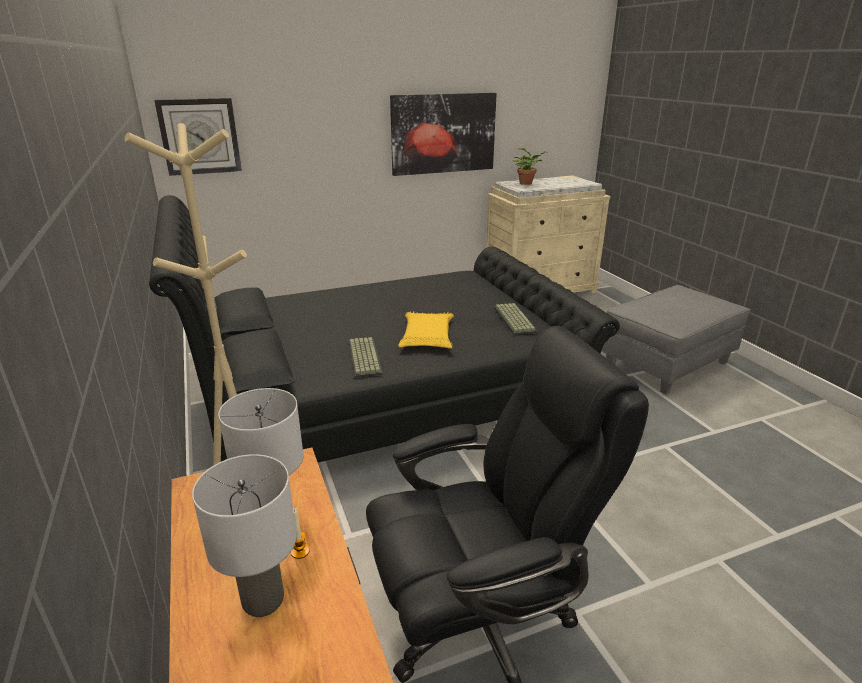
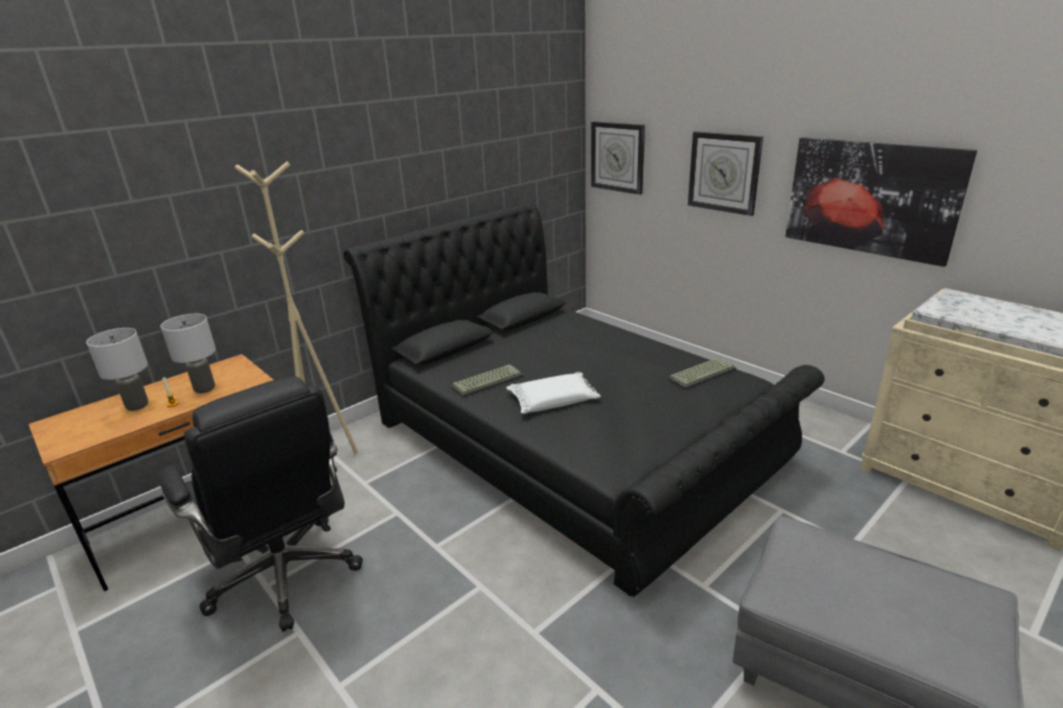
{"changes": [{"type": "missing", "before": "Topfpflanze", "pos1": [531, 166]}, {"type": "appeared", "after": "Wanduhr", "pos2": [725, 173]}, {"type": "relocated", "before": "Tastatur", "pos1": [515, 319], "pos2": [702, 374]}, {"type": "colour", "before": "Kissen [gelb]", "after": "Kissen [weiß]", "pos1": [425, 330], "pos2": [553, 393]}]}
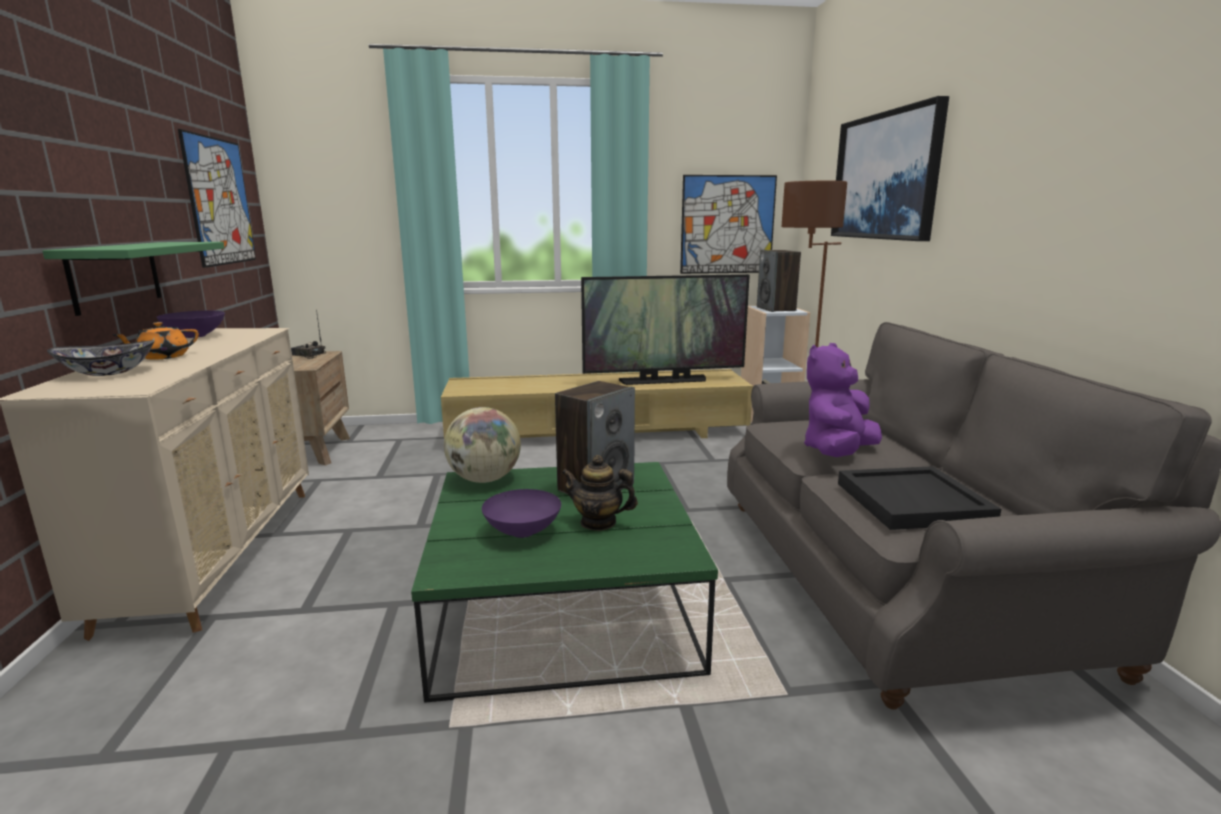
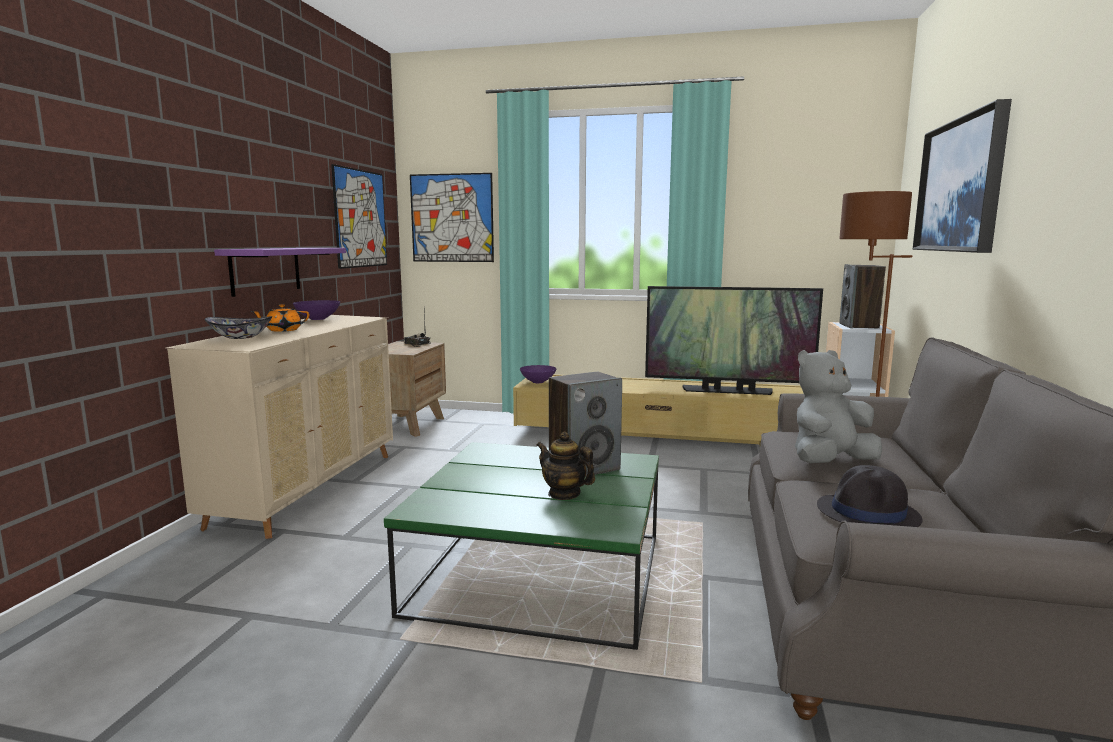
{"changes": [{"type": "missing", "before": "Globus", "pos1": [482, 445]}, {"type": "relocated", "before": "Schüssel [lila]", "pos1": [521, 513], "pos2": [538, 374]}, {"type": "relocated", "before": "Bild", "pos1": [728, 224], "pos2": [452, 217]}, {"type": "exchanged", "before": "Tablett [schwarz]", "after": "Hut [schwarz]", "pos1": [919, 498], "pos2": [870, 496]}, {"type": "colour", "before": "Wandregal [grün]", "after": "Wandregal [lila]", "pos1": [133, 279], "pos2": [280, 272]}, {"type": "colour", "before": "Plüschtier [lila]", "after": "Plüschtier [grau]", "pos1": [843, 400], "pos2": [838, 406]}]}
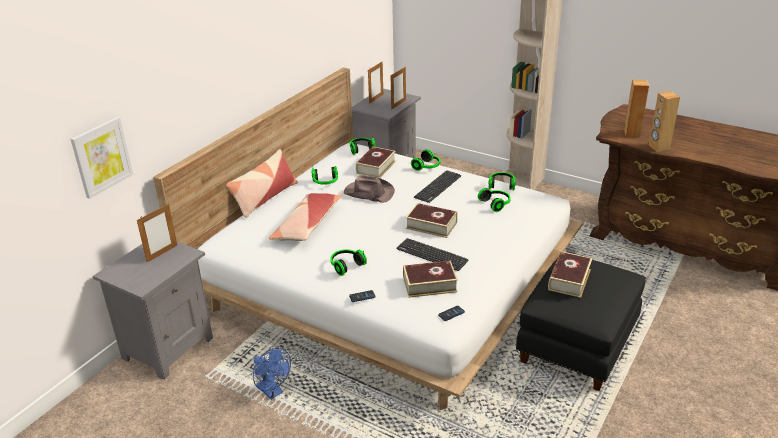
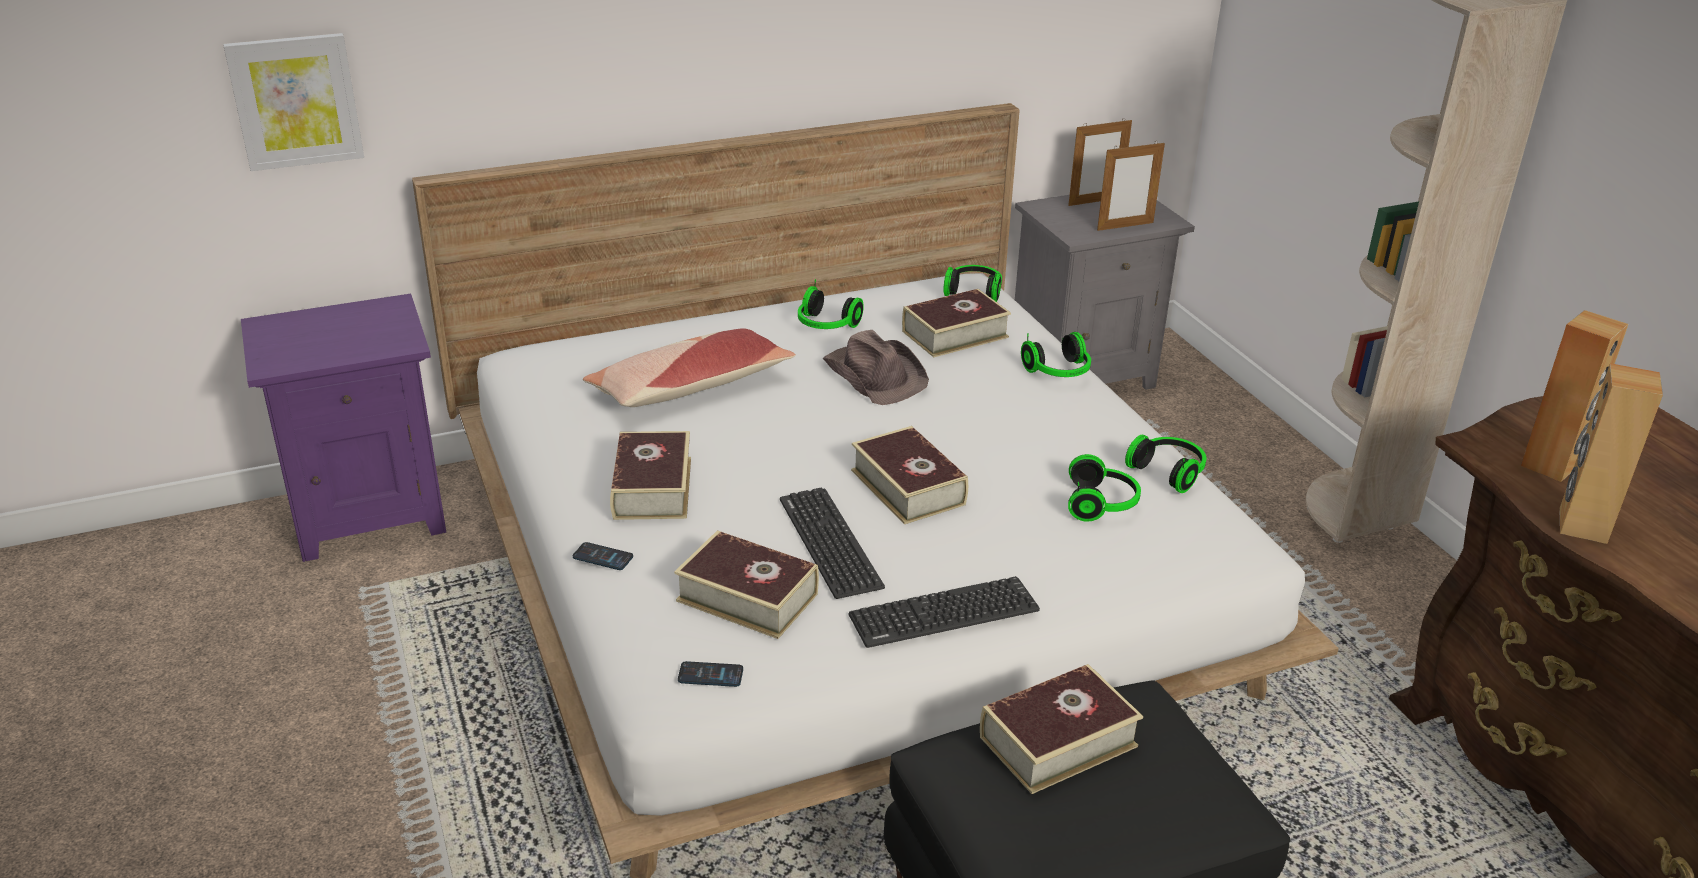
{"changes": [{"type": "missing", "before": "Bilderrahmen", "pos1": [157, 233]}, {"type": "missing", "before": "Kissen", "pos1": [262, 183]}, {"type": "missing", "before": "Ventilator [blau]", "pos1": [272, 374]}, {"type": "relocated", "before": "Tastatur", "pos1": [437, 186], "pos2": [944, 612]}, {"type": "exchanged", "before": "Kopfhörer", "after": "Buch", "pos1": [348, 262], "pos2": [650, 475]}, {"type": "colour", "before": "Nachttisch [grau]", "after": "Nachttisch [lila]", "pos1": [153, 311], "pos2": [343, 428]}]}
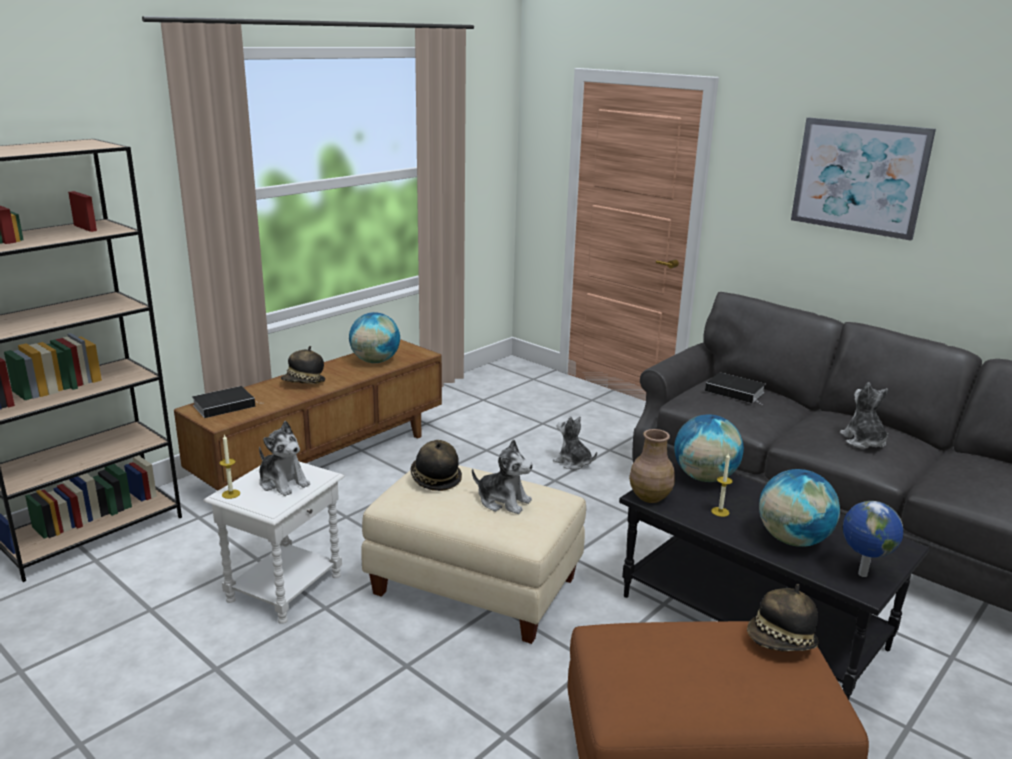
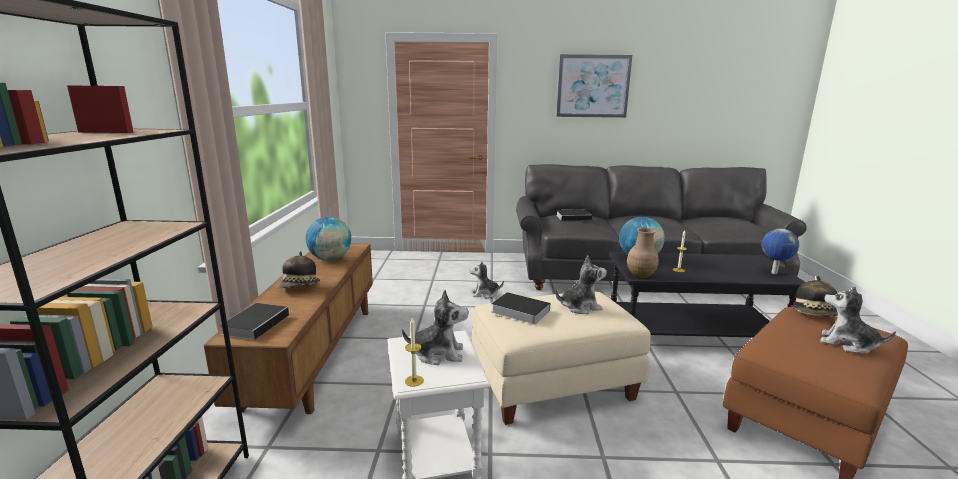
{"changes": [{"type": "missing", "before": "Globus", "pos1": [799, 508]}, {"type": "relocated", "before": "Plüschtier", "pos1": [864, 415], "pos2": [858, 320]}, {"type": "exchanged", "before": "Hut", "after": "Buch", "pos1": [436, 465], "pos2": [520, 308]}]}
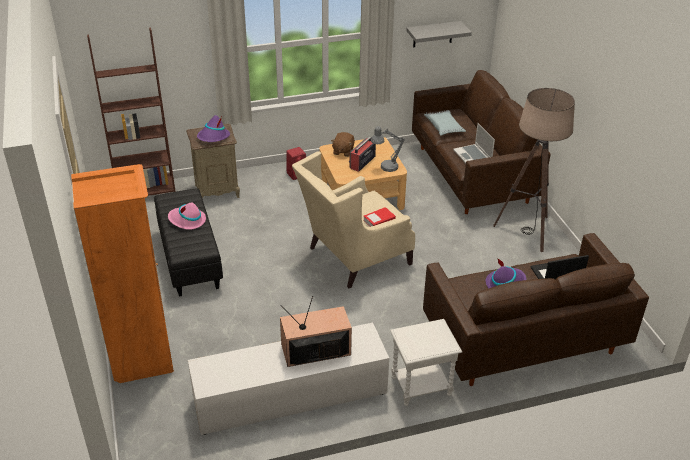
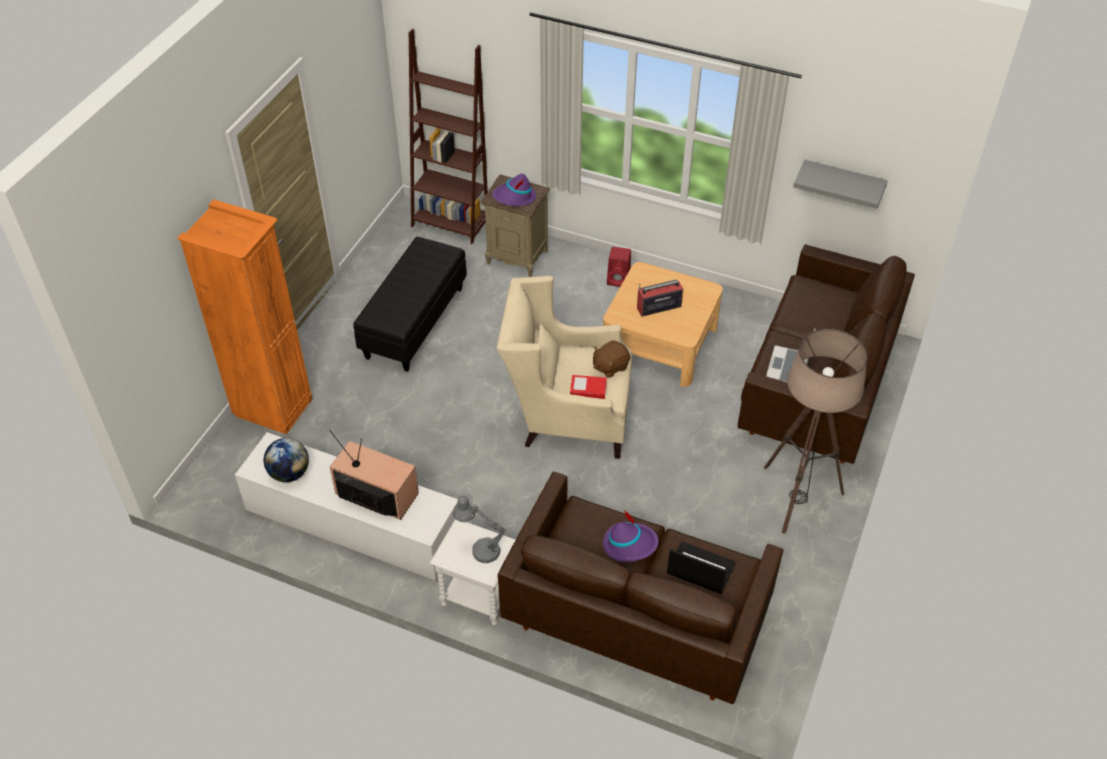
{"changes": [{"type": "missing", "before": "Hut [rosa]", "pos1": [187, 216]}, {"type": "missing", "before": "Kissen [blau]", "pos1": [445, 123]}, {"type": "appeared", "after": "Globus", "pos2": [286, 460]}, {"type": "relocated", "before": "Plüschtier [braun]", "pos1": [343, 144], "pos2": [611, 359]}, {"type": "relocated", "before": "Tischlampe [grau]", "pos1": [388, 149], "pos2": [479, 529]}]}
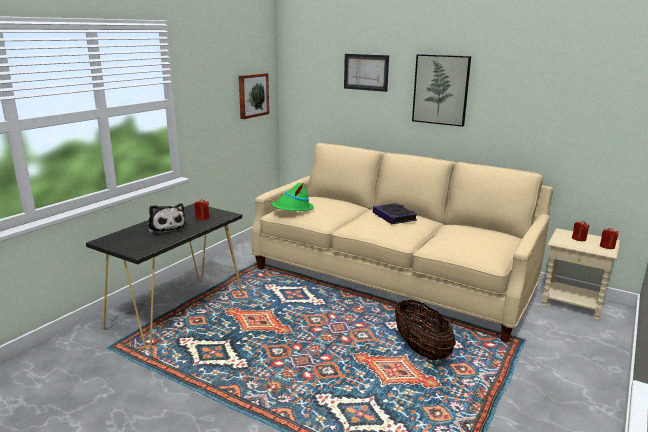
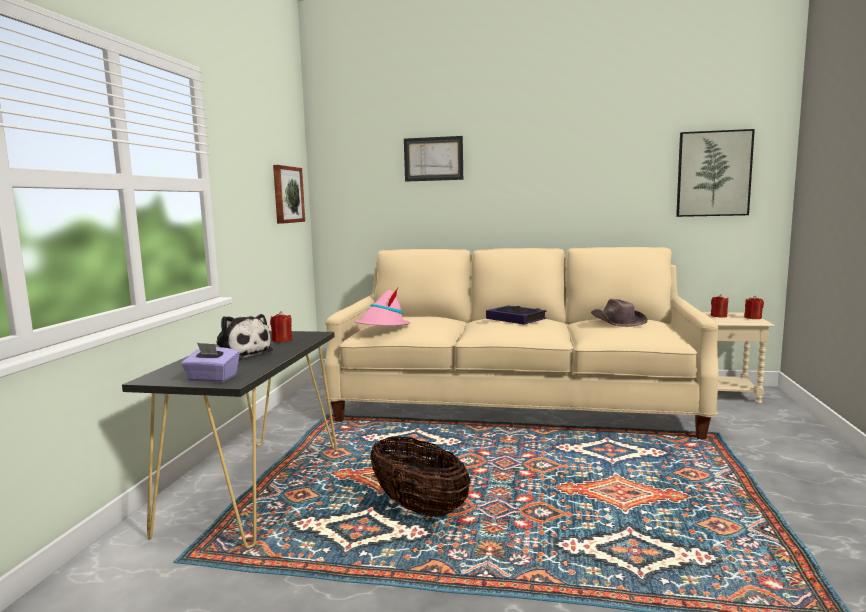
{"changes": [{"type": "appeared", "after": "Taschentuchbox [lila]", "pos2": [210, 362]}, {"type": "appeared", "after": "Hut [braun]", "pos2": [619, 313]}, {"type": "relocated", "before": "Korb", "pos1": [425, 330], "pos2": [420, 477]}, {"type": "relocated", "before": "Bild", "pos1": [441, 90], "pos2": [715, 173]}, {"type": "colour", "before": "Hut [grün]", "after": "Hut [rosa]", "pos1": [293, 196], "pos2": [383, 307]}]}
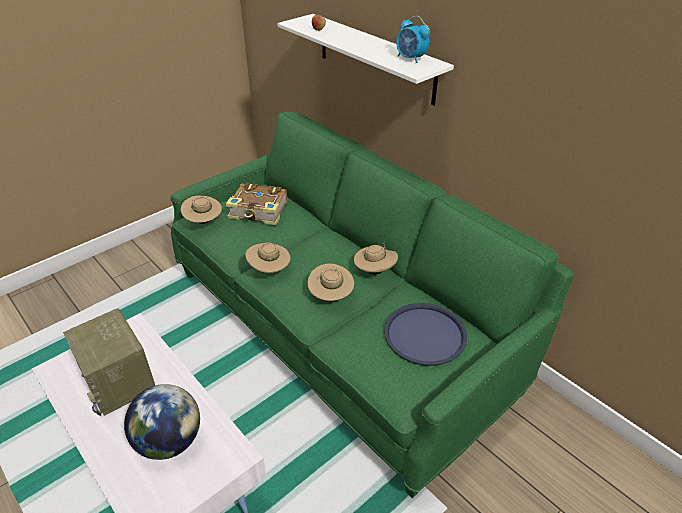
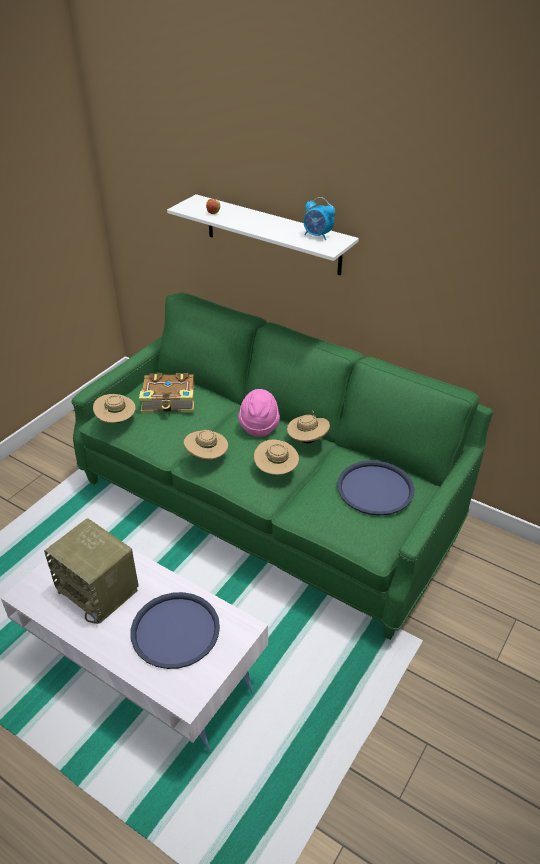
{"changes": [{"type": "appeared", "after": "Hut [rosa]", "pos2": [259, 413]}, {"type": "exchanged", "before": "Globus", "after": "Tablett [blau]", "pos1": [162, 422], "pos2": [175, 630]}]}
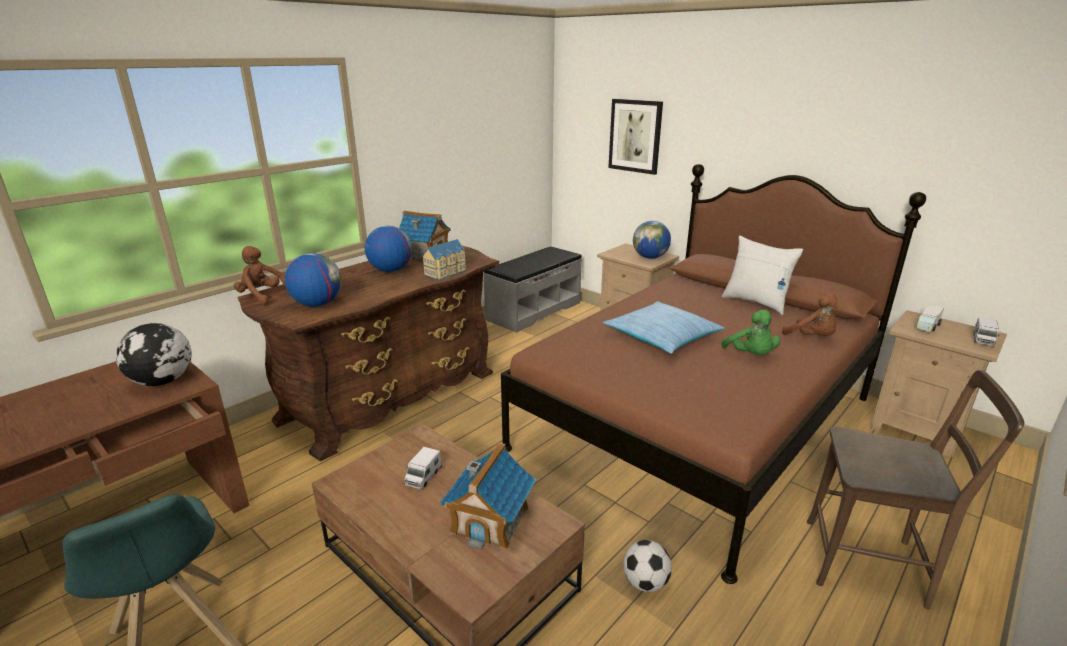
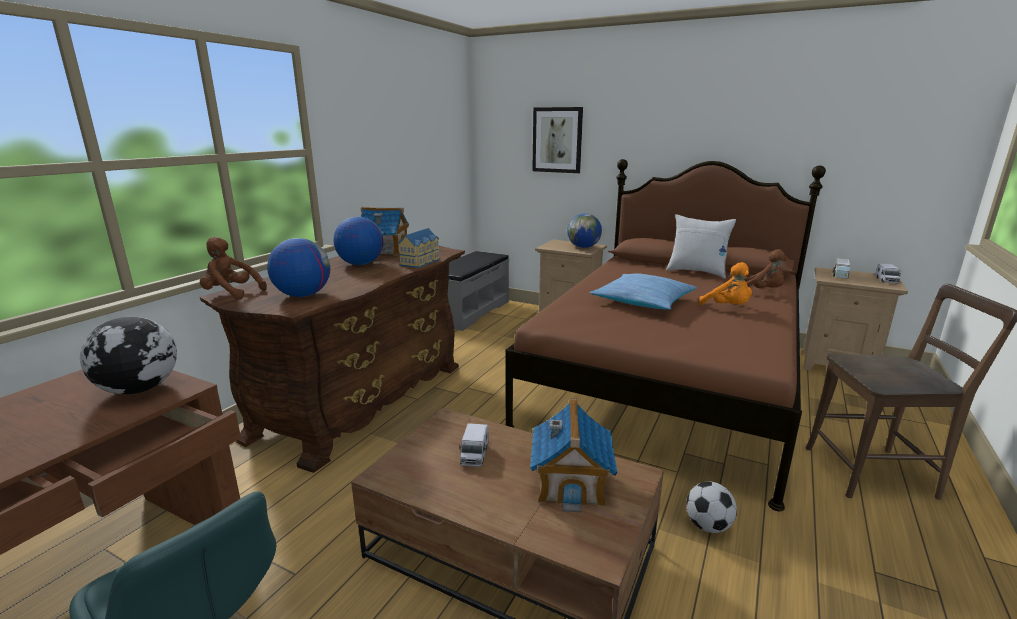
{"changes": [{"type": "colour", "before": "Plüschtier [grün]", "after": "Plüschtier [orange]", "pos1": [751, 332], "pos2": [725, 283]}]}
